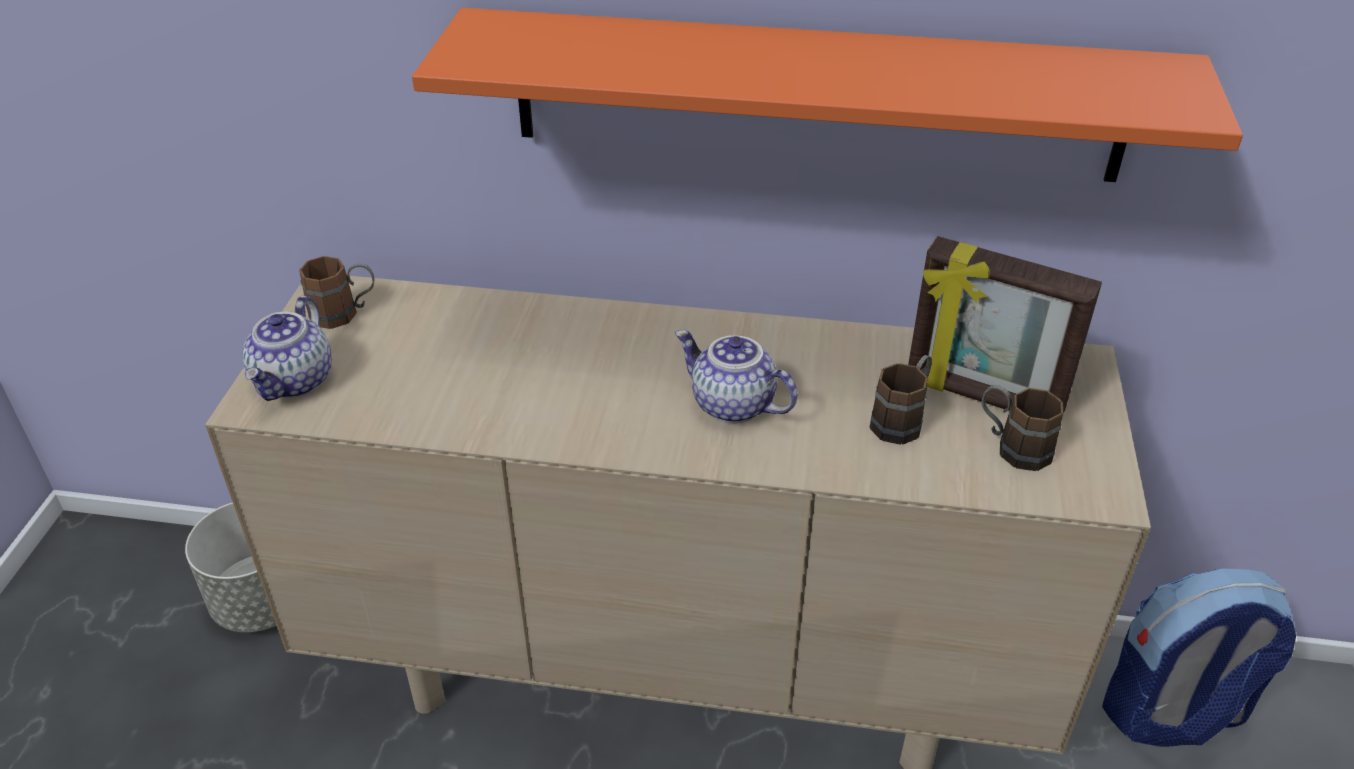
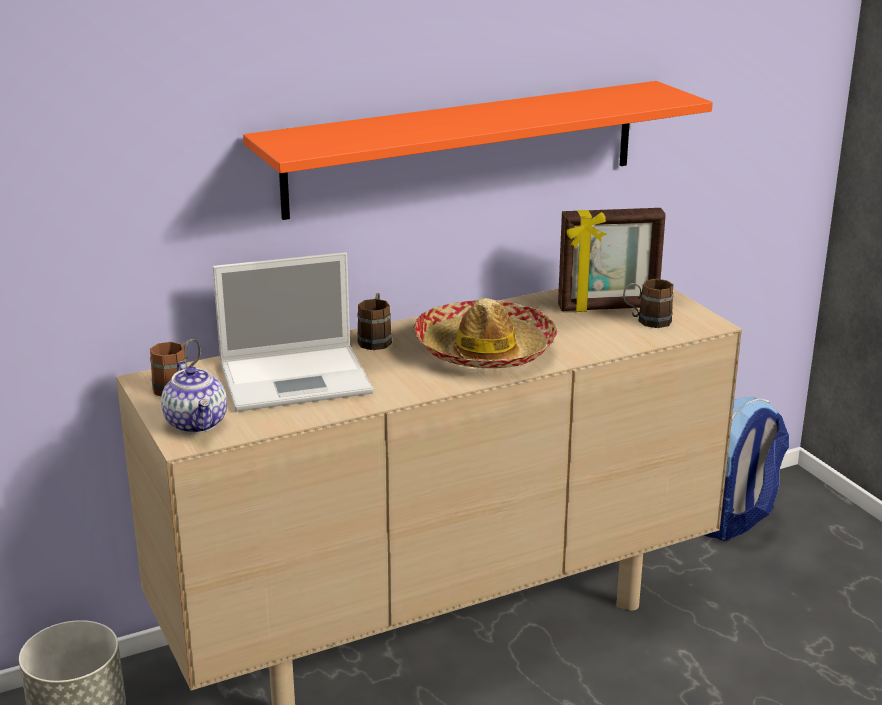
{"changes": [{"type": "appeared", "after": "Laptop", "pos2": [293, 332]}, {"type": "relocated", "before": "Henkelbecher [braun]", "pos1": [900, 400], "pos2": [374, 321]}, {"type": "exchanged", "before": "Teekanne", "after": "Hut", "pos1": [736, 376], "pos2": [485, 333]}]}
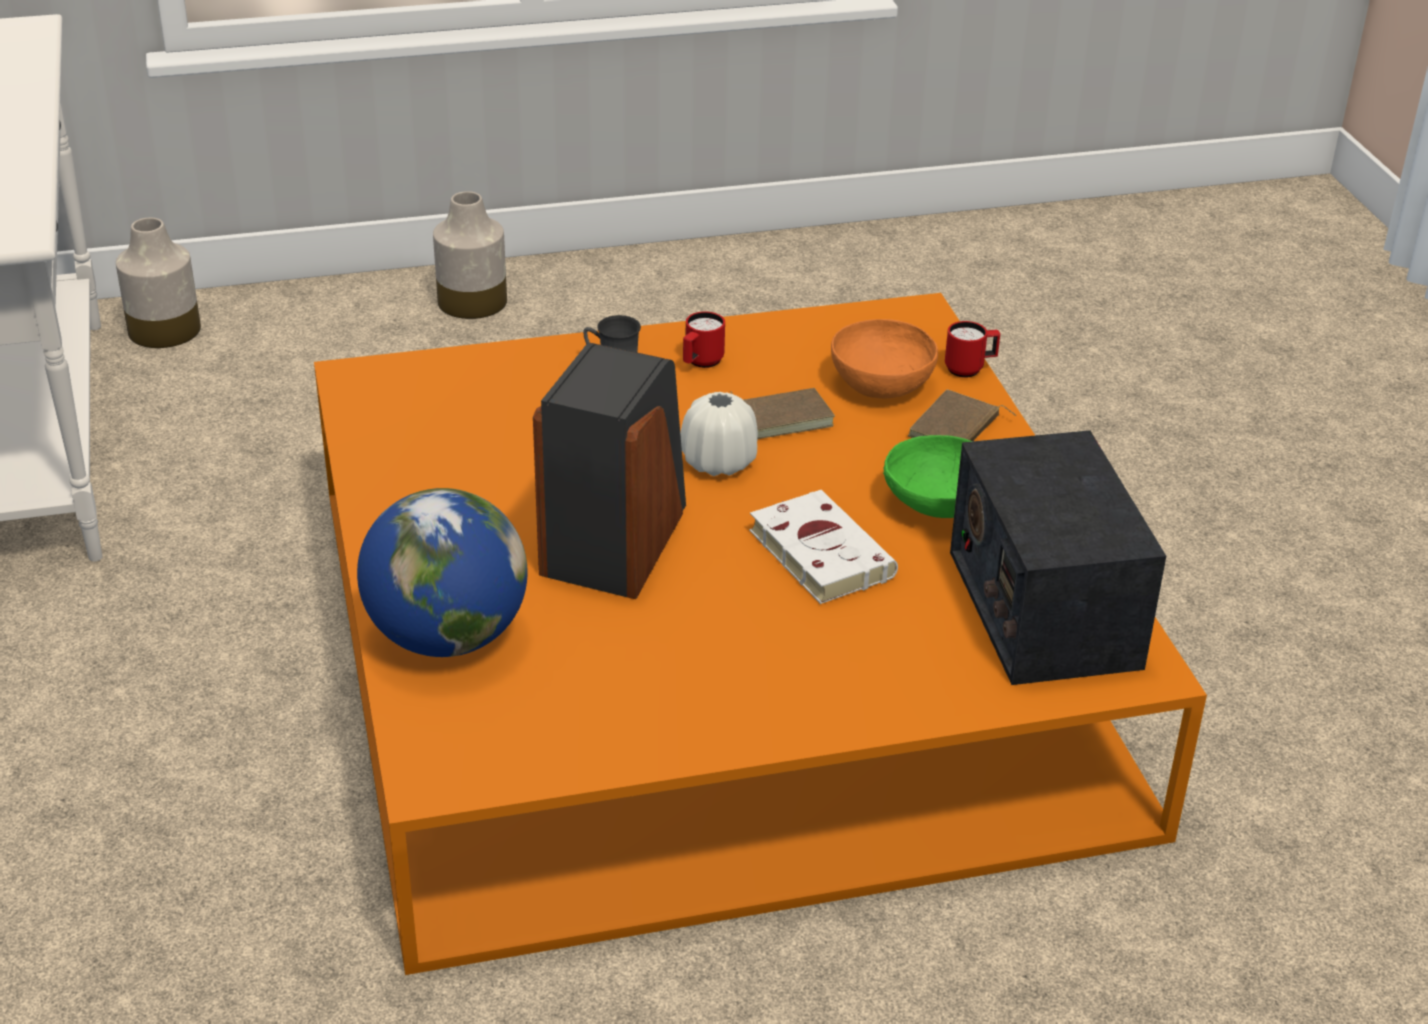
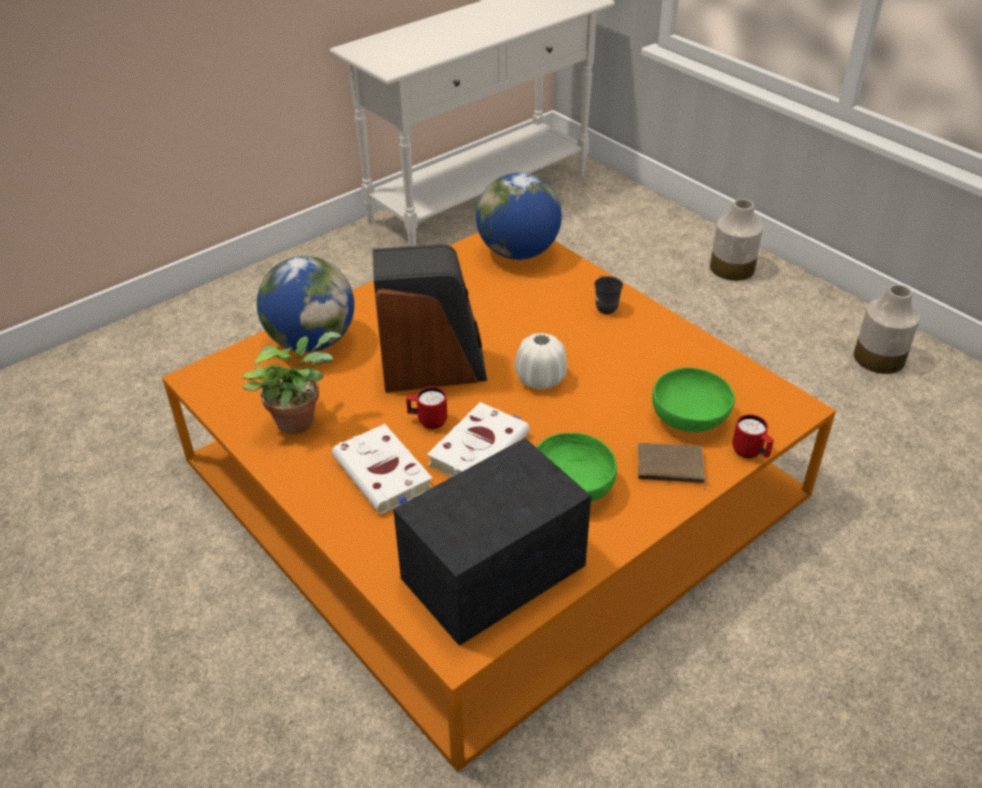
{"changes": [{"type": "missing", "before": "Buch [braun]", "pos1": [782, 413]}, {"type": "appeared", "after": "Topfpflanze", "pos2": [291, 383]}, {"type": "appeared", "after": "Buch [weiß]", "pos2": [382, 469]}, {"type": "appeared", "after": "Globus", "pos2": [519, 216]}, {"type": "relocated", "before": "Vase [beige]", "pos1": [158, 282], "pos2": [887, 329]}, {"type": "relocated", "before": "Henkelbecher [rot]", "pos1": [704, 339], "pos2": [426, 408]}, {"type": "colour", "before": "Schüssel [orange]", "after": "Schüssel [grün]", "pos1": [884, 359], "pos2": [693, 400]}]}
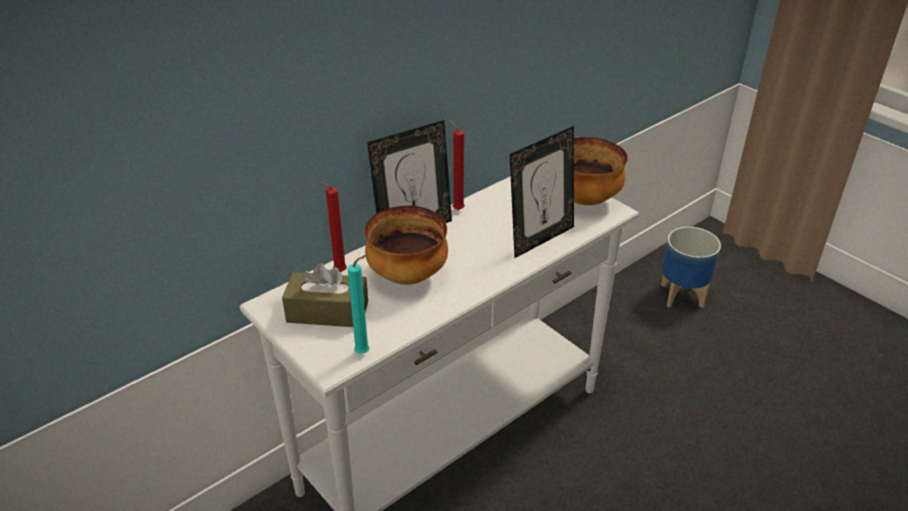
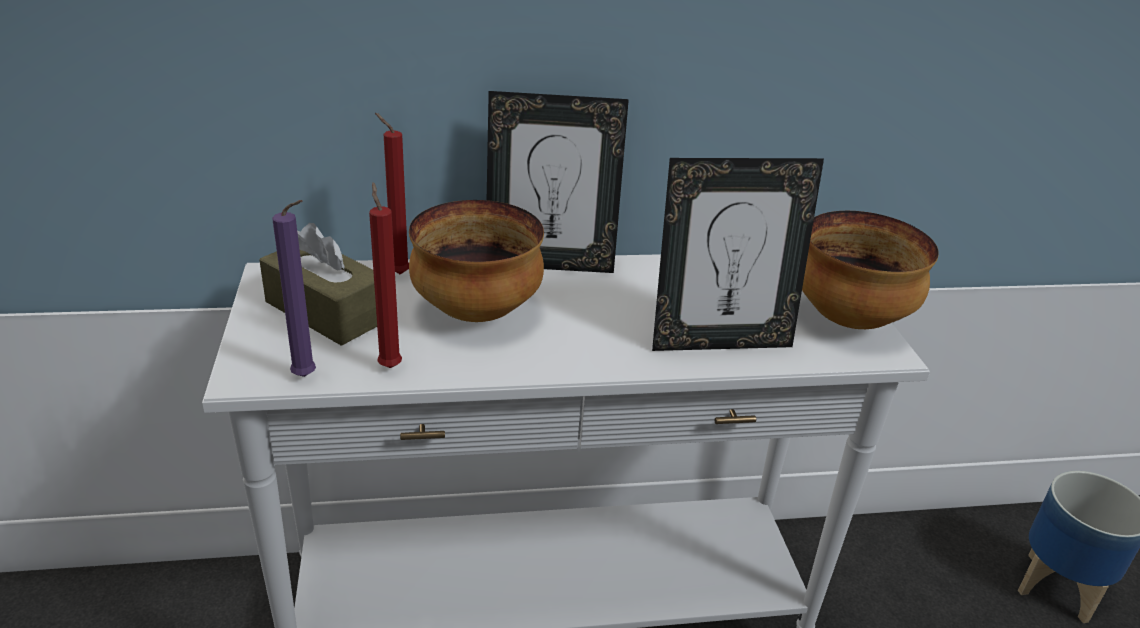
{"changes": [{"type": "relocated", "before": "Kerze [rot]", "pos1": [457, 165], "pos2": [385, 275]}, {"type": "colour", "before": "Kerze [türkis]", "after": "Kerze [lila]", "pos1": [359, 304], "pos2": [294, 288]}]}
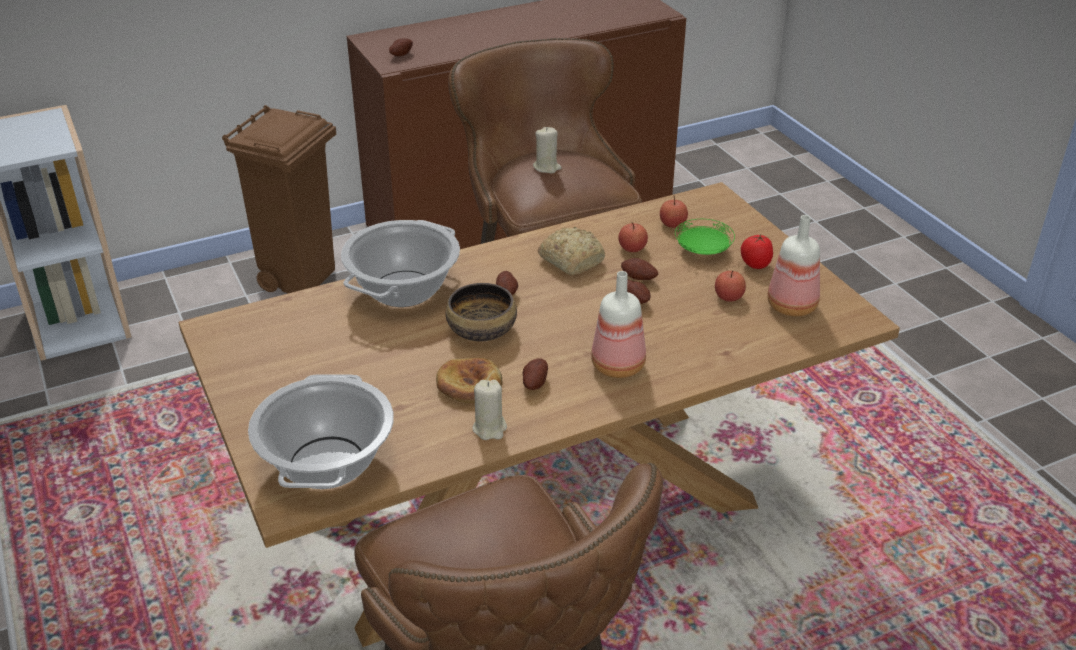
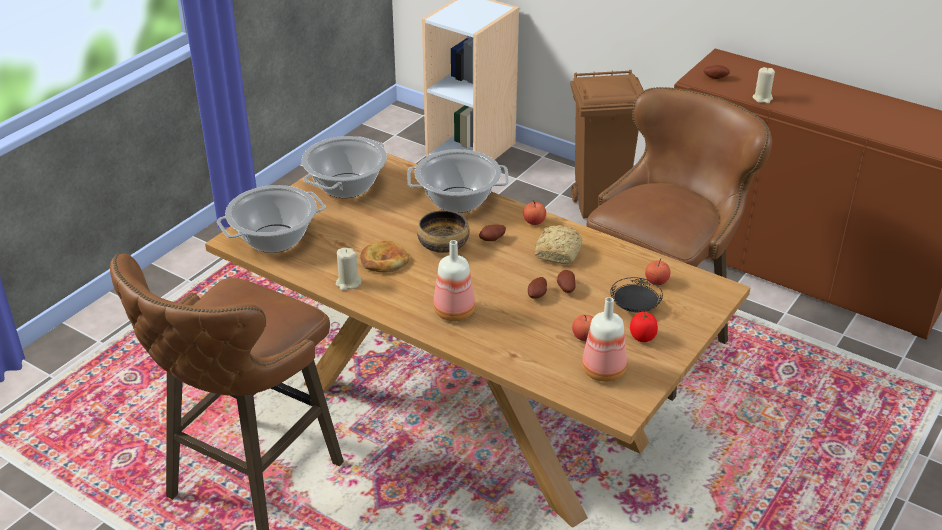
{"changes": [{"type": "missing", "before": "Kartoffel", "pos1": [535, 374]}, {"type": "appeared", "after": "Kochtopf", "pos2": [344, 167]}, {"type": "relocated", "before": "Kerze [beige]", "pos1": [547, 150], "pos2": [764, 85]}, {"type": "relocated", "before": "Apfel", "pos1": [633, 237], "pos2": [534, 212]}, {"type": "colour", "before": "Teller [grün]", "after": "Teller [schwarz]", "pos1": [705, 237], "pos2": [636, 294]}]}
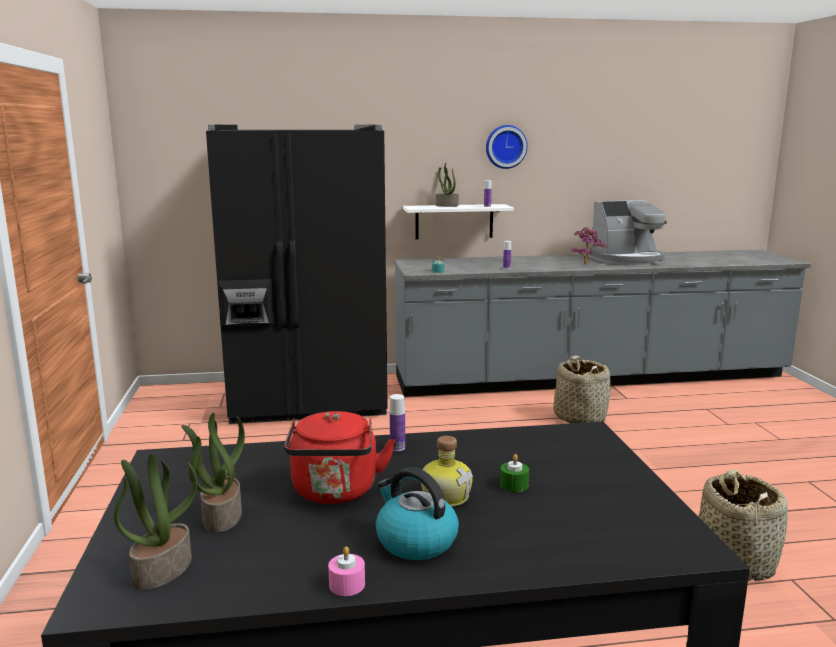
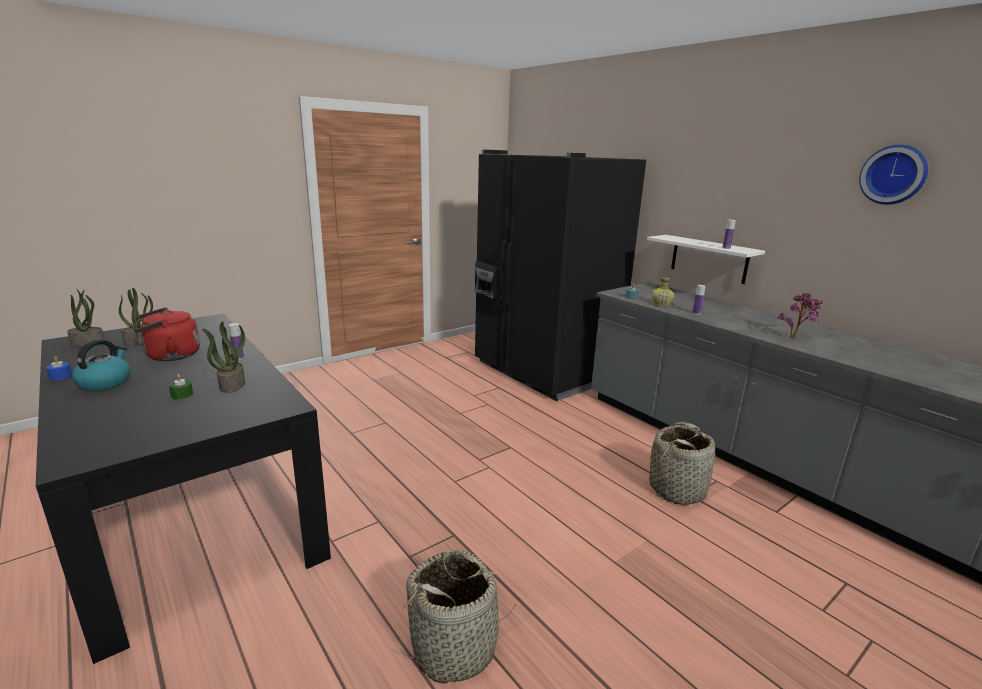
{"changes": [{"type": "missing", "before": "Kaffeemaschine", "pos1": [627, 232]}, {"type": "relocated", "before": "Flasche", "pos1": [447, 471], "pos2": [663, 291]}, {"type": "relocated", "before": "Topfpflanze", "pos1": [447, 185], "pos2": [223, 357]}, {"type": "relocated", "before": "Wanduhr", "pos1": [506, 147], "pos2": [893, 175]}, {"type": "colour", "before": "Kerze [rosa]", "after": "Kerze [blau]", "pos1": [346, 571], "pos2": [59, 368]}]}
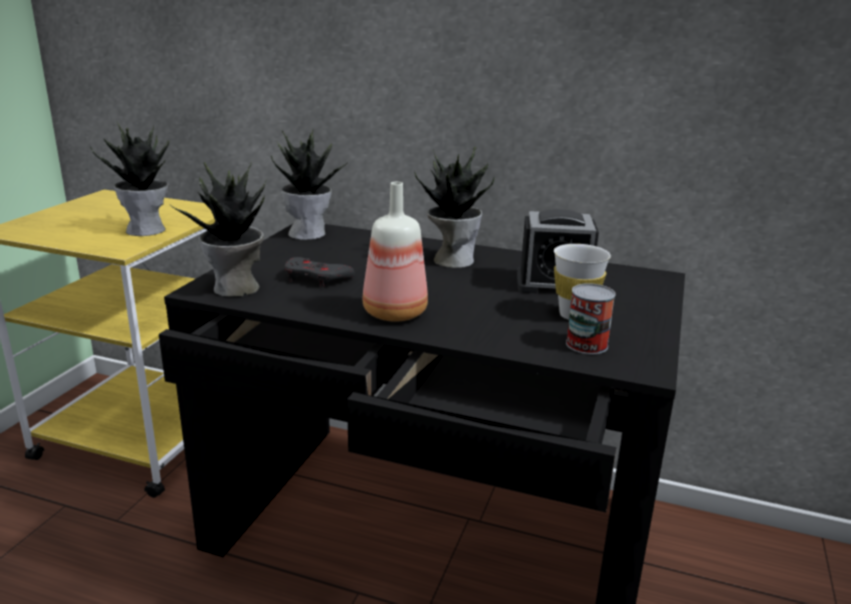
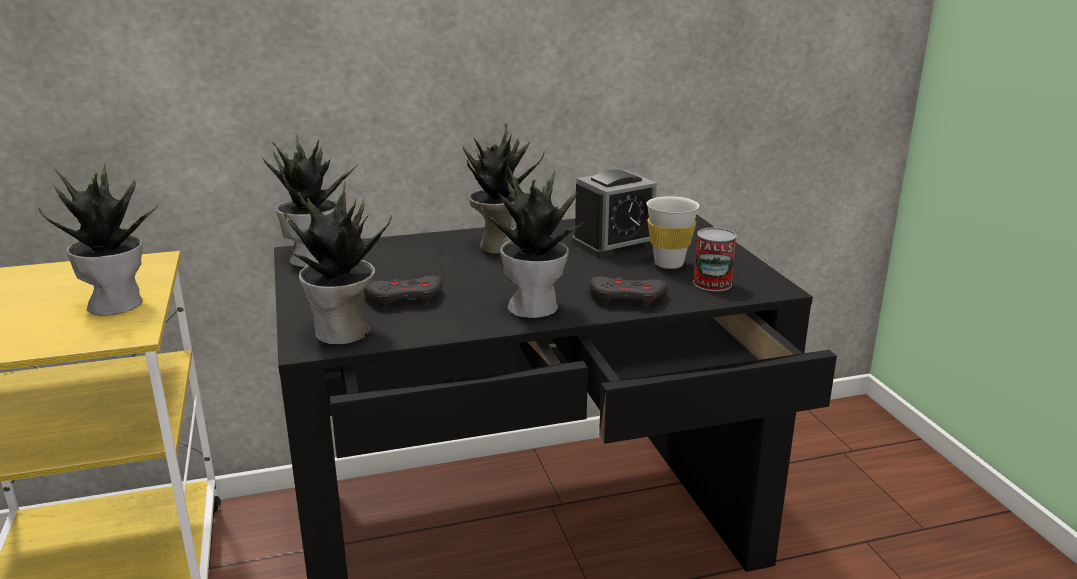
{"changes": [{"type": "appeared", "after": "Gamepad [grau]", "pos2": [628, 292]}, {"type": "exchanged", "before": "Flasche", "after": "Topfpflanze", "pos1": [395, 252], "pos2": [532, 242]}]}
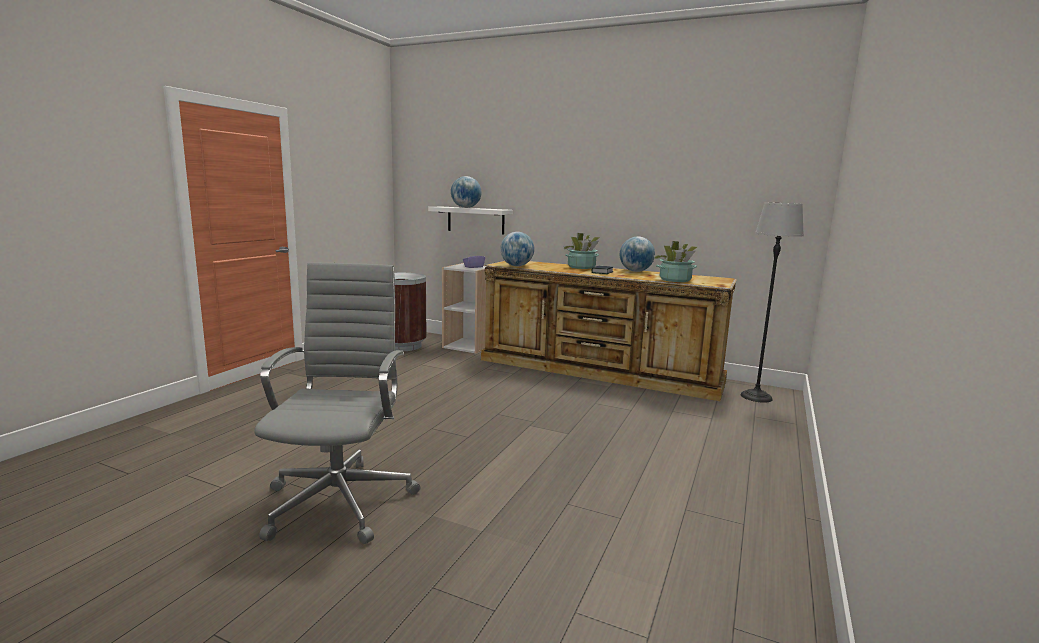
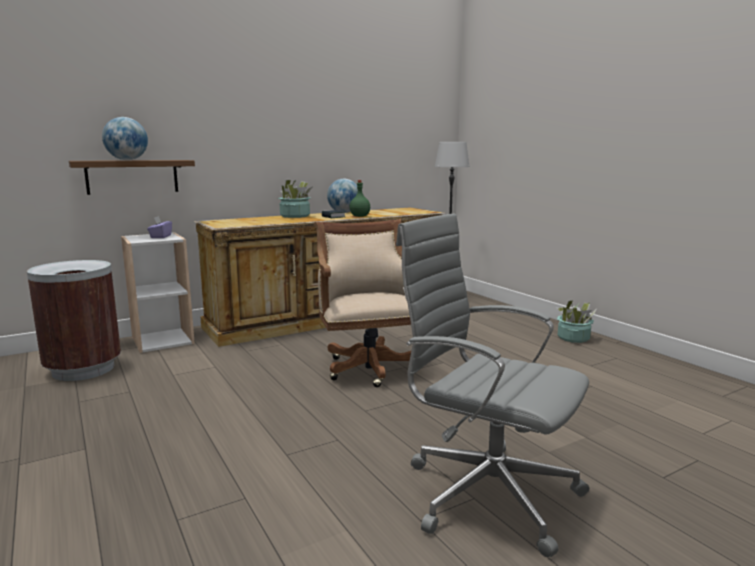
{"changes": [{"type": "missing", "before": "Globus", "pos1": [517, 249]}, {"type": "appeared", "after": "Bürostuhl", "pos2": [362, 303]}, {"type": "appeared", "after": "Flasche [grün]", "pos2": [360, 198]}, {"type": "relocated", "before": "Topfpflanze", "pos1": [675, 261], "pos2": [576, 321]}, {"type": "colour", "before": "Wandregal [weiß]", "after": "Wandregal [braun]", "pos1": [470, 221], "pos2": [132, 177]}]}
